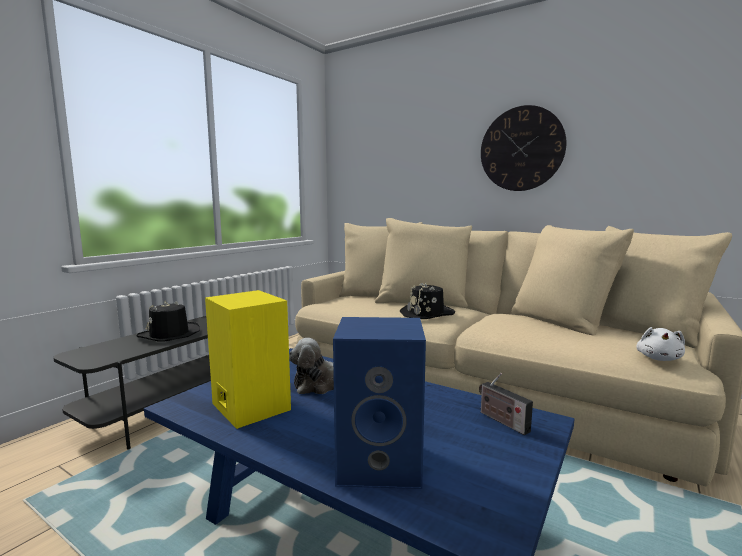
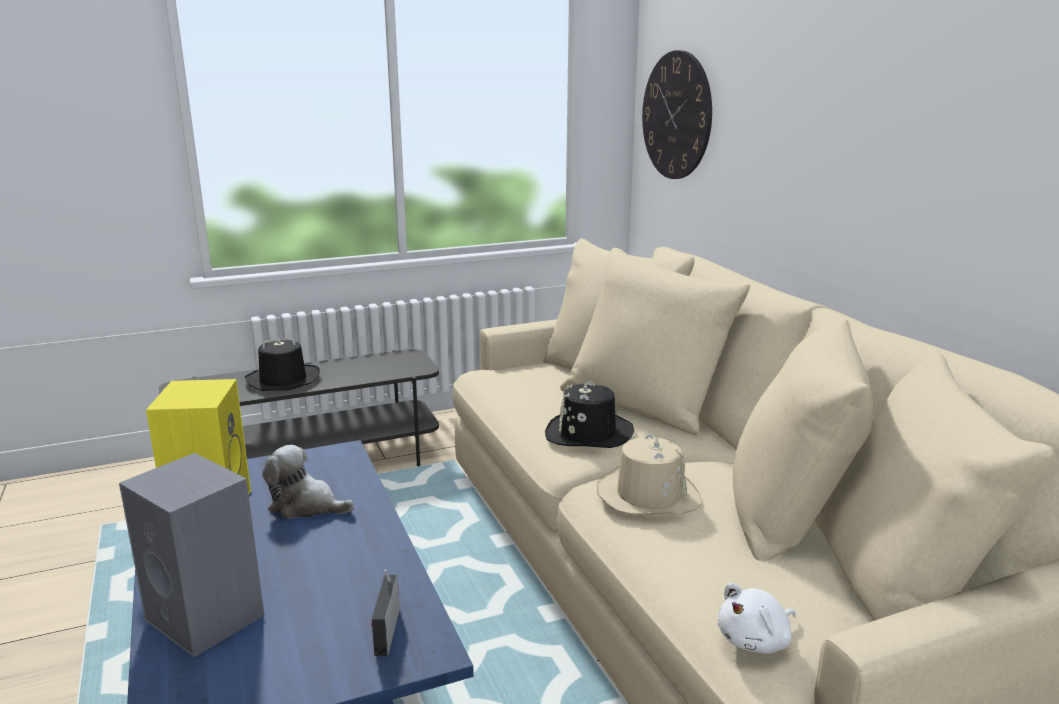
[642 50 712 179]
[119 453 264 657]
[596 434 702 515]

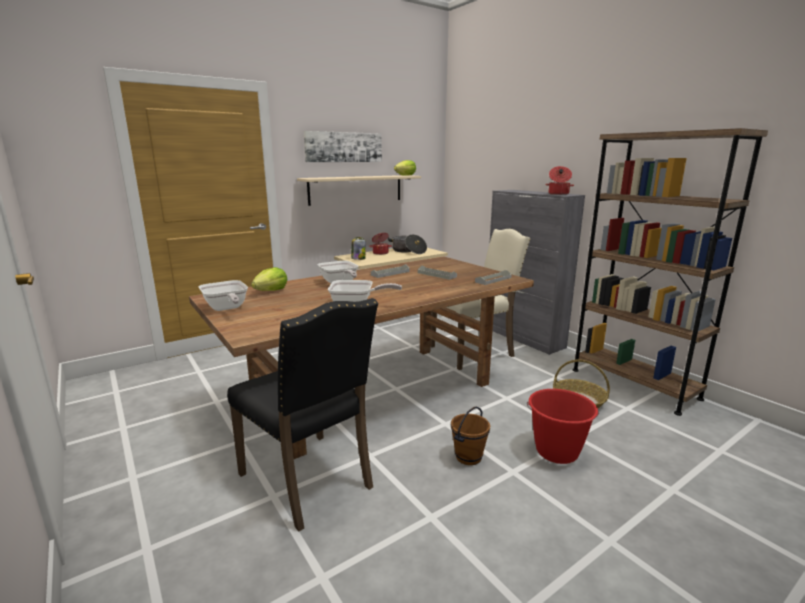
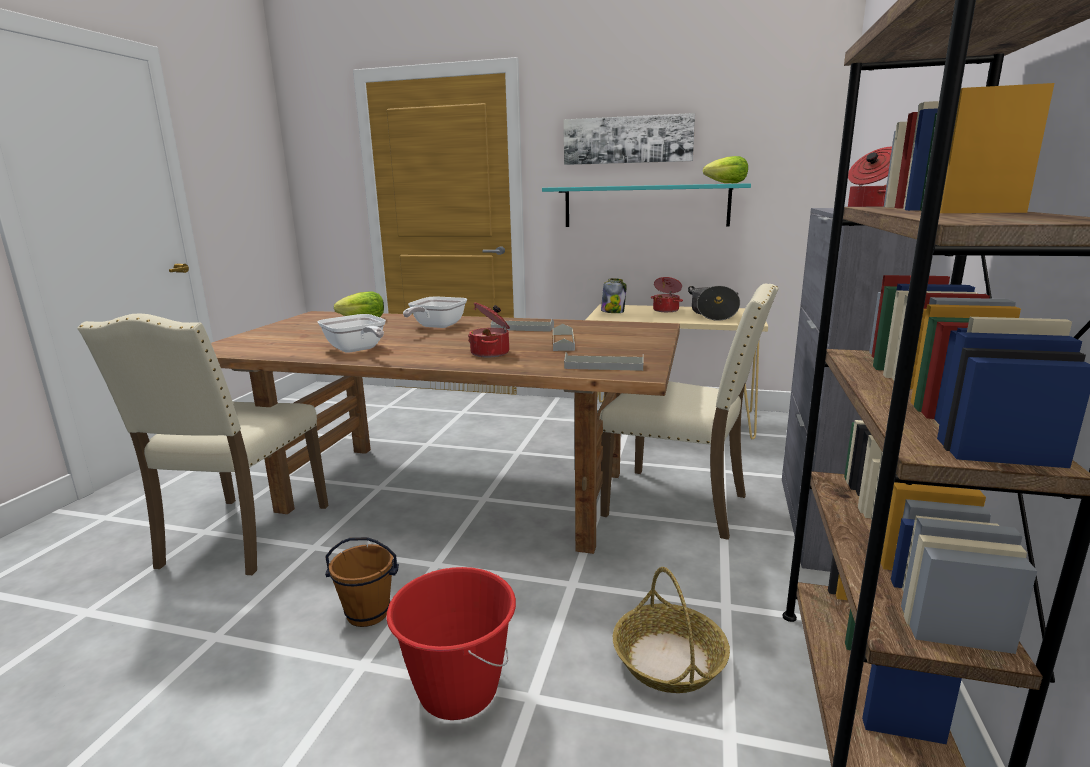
[542 183 751 227]
[199 280 248 311] (first image)
[77 314 329 575]
[468 302 510 358]

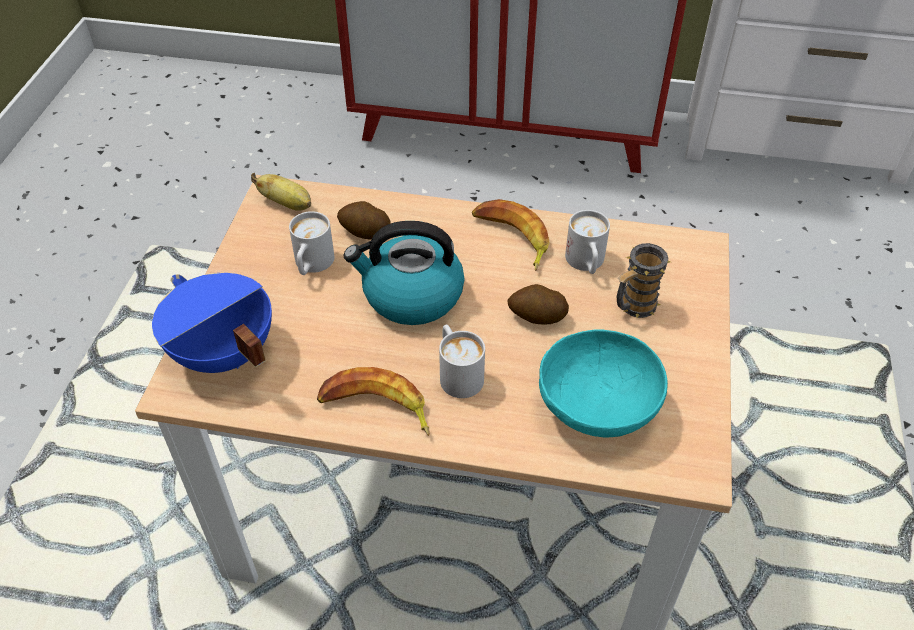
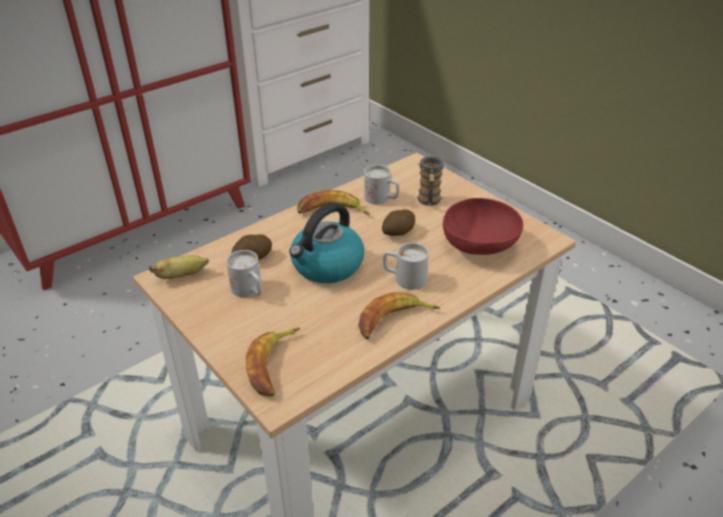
[246 328 300 397]
[443 198 523 255]

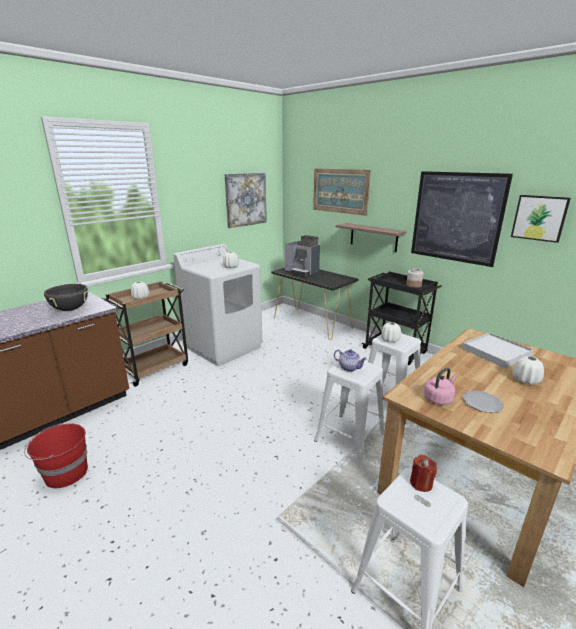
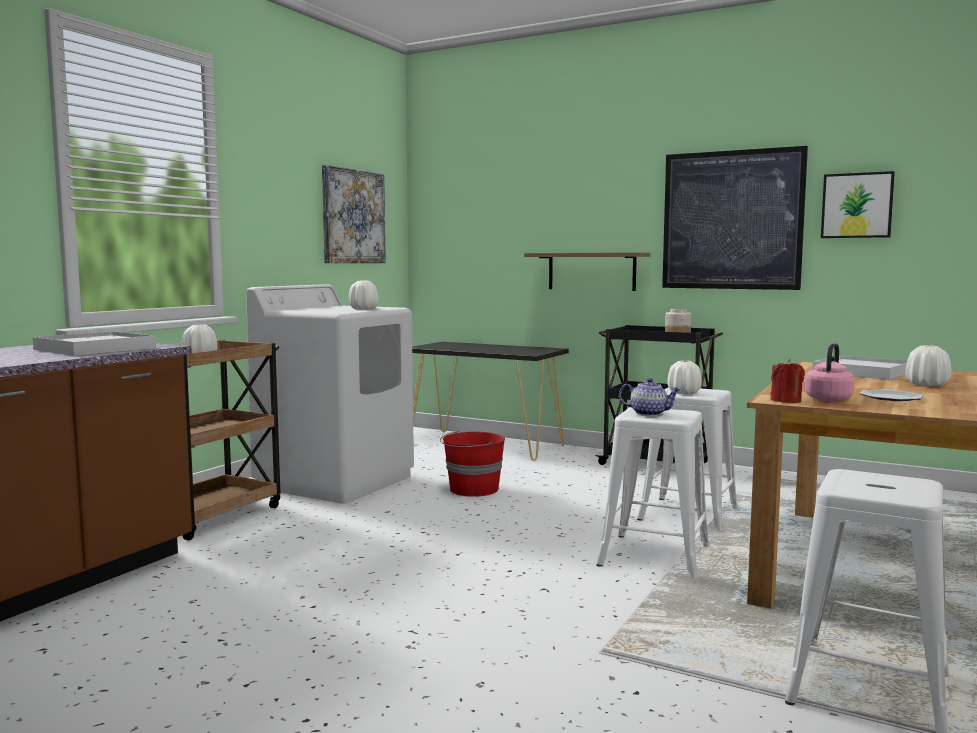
[313 168 371 216] (first image)
[285 235 320 278] (first image)
[33 331 156 356]
[440 431 505 497]
[770 359 805 403]

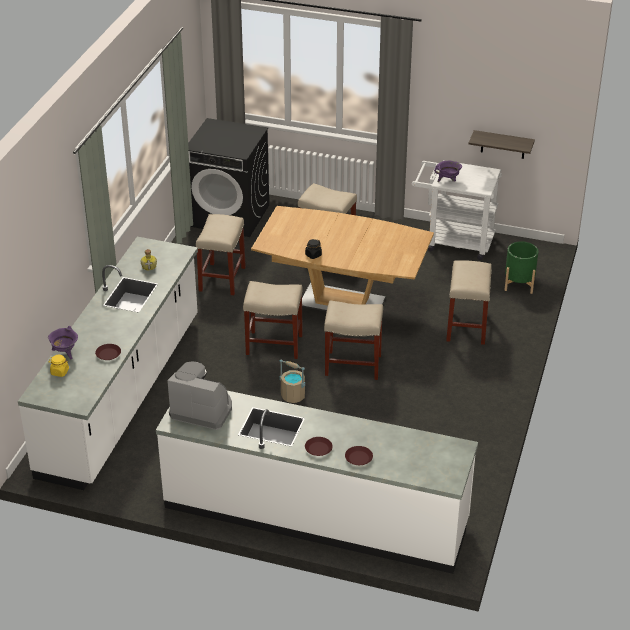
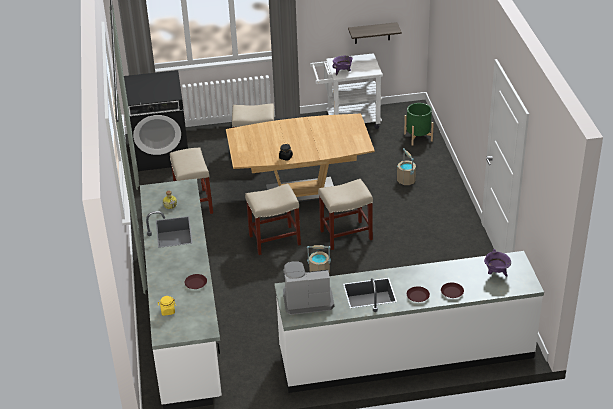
[397 148 416 185]
[484 249 511 277]

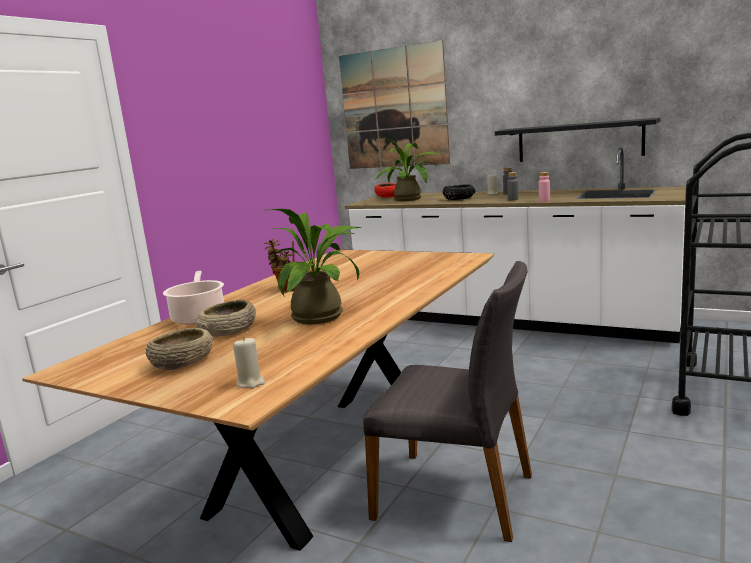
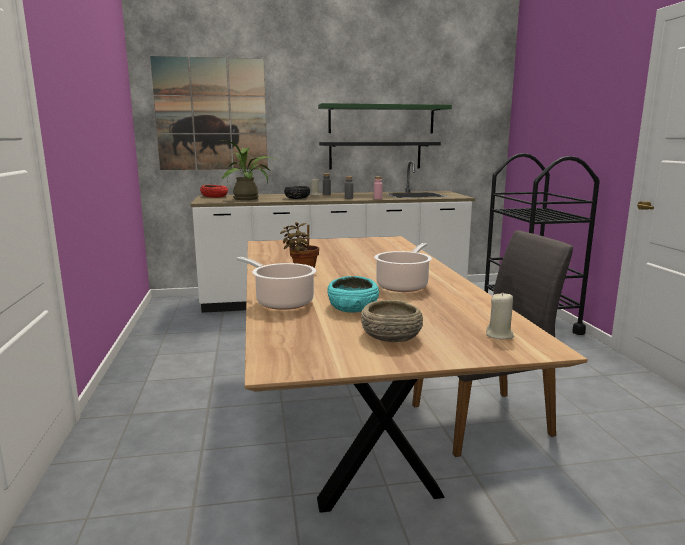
[374 243 432 292]
[327 276 379 313]
[318 103 452 133]

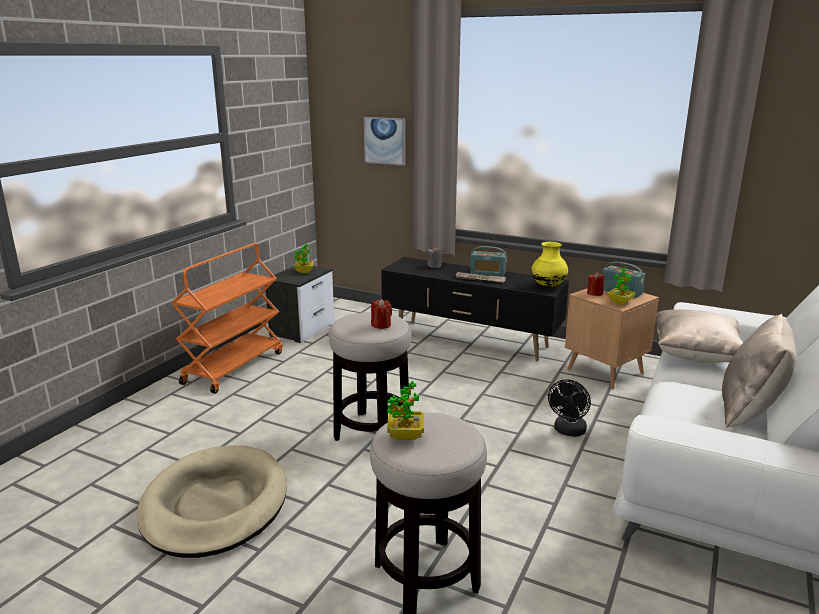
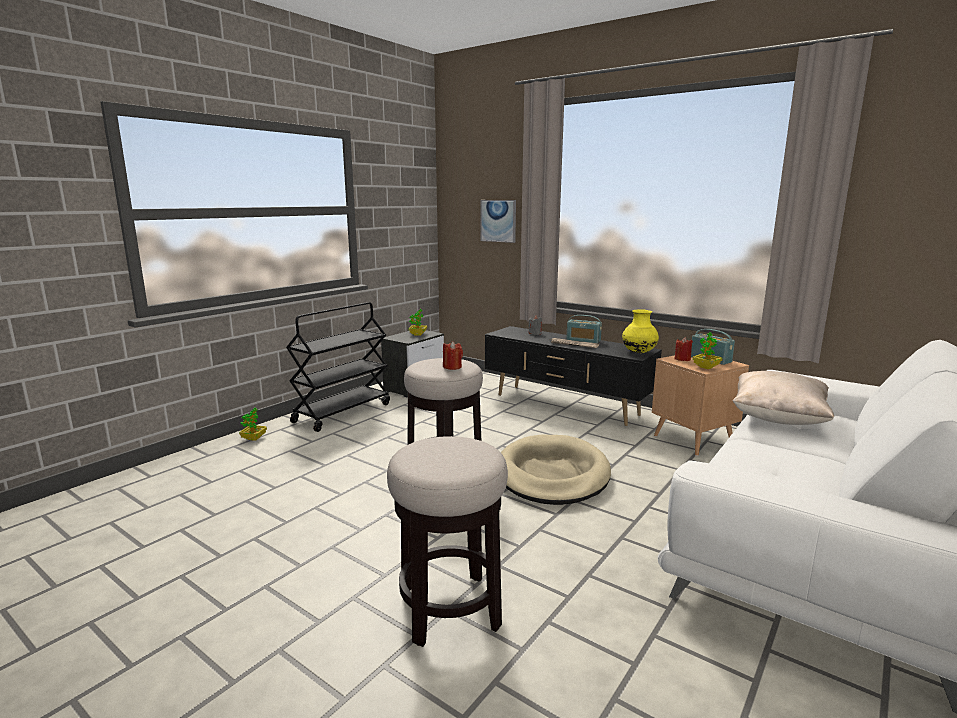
[286 302 390 432]
[722 314 796 428] (first image)
[548 379 591 437] (first image)
[239 407 267 441]
[501 435 611 505]

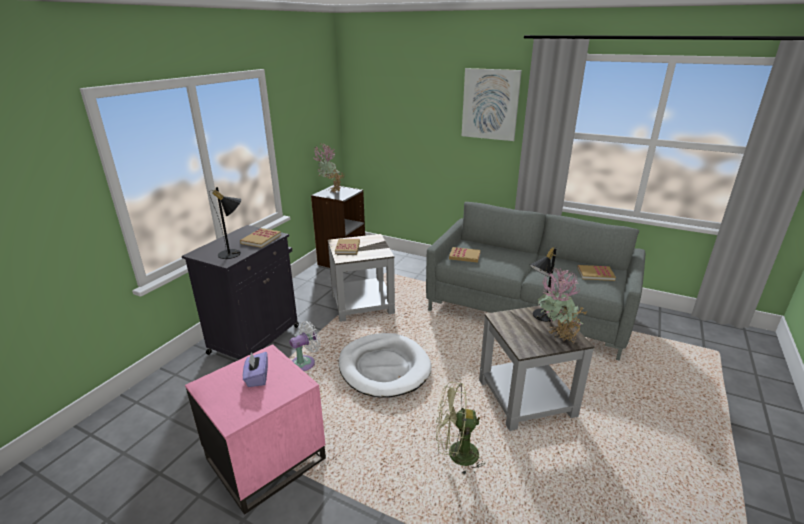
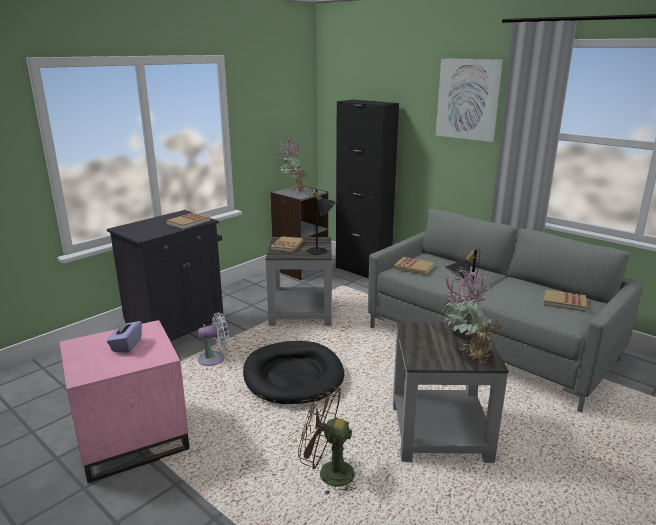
[307 189 336 255]
[243 341 344 404]
[298 385 357 496]
[336 100 399 278]

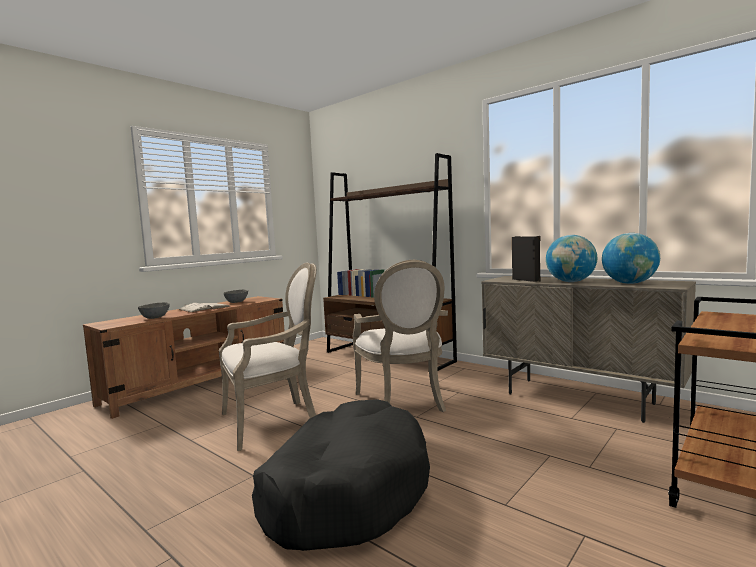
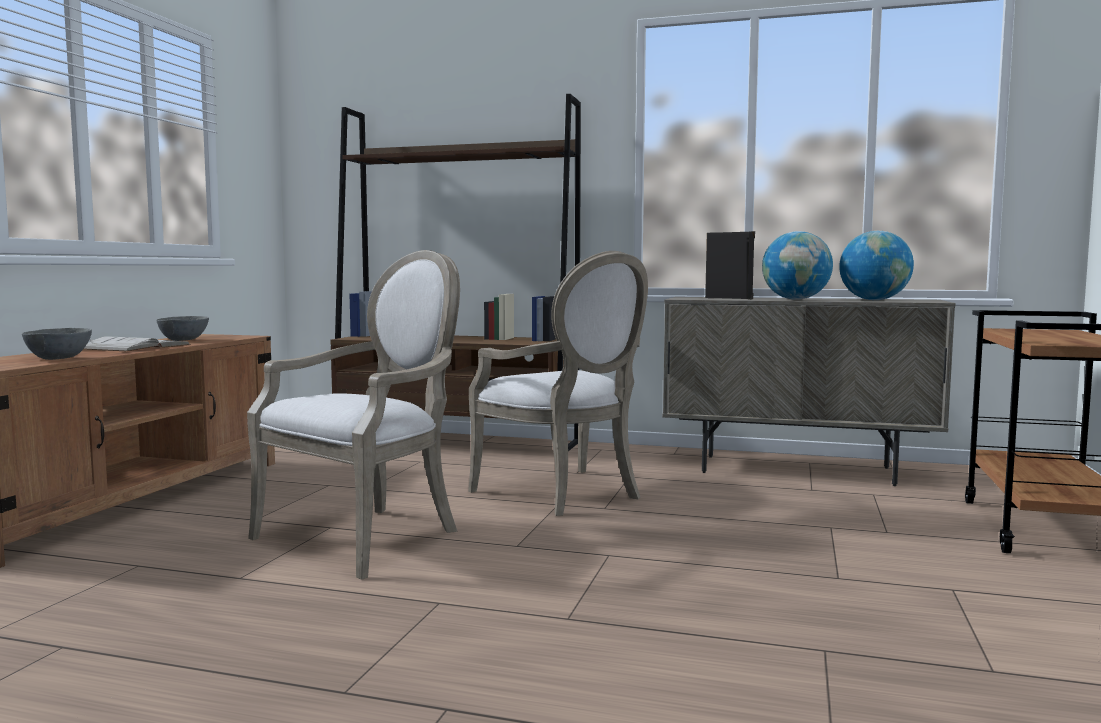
[252 399 430 551] (first image)

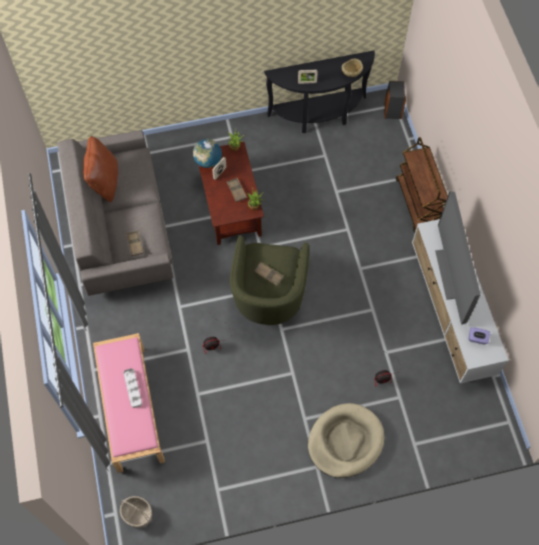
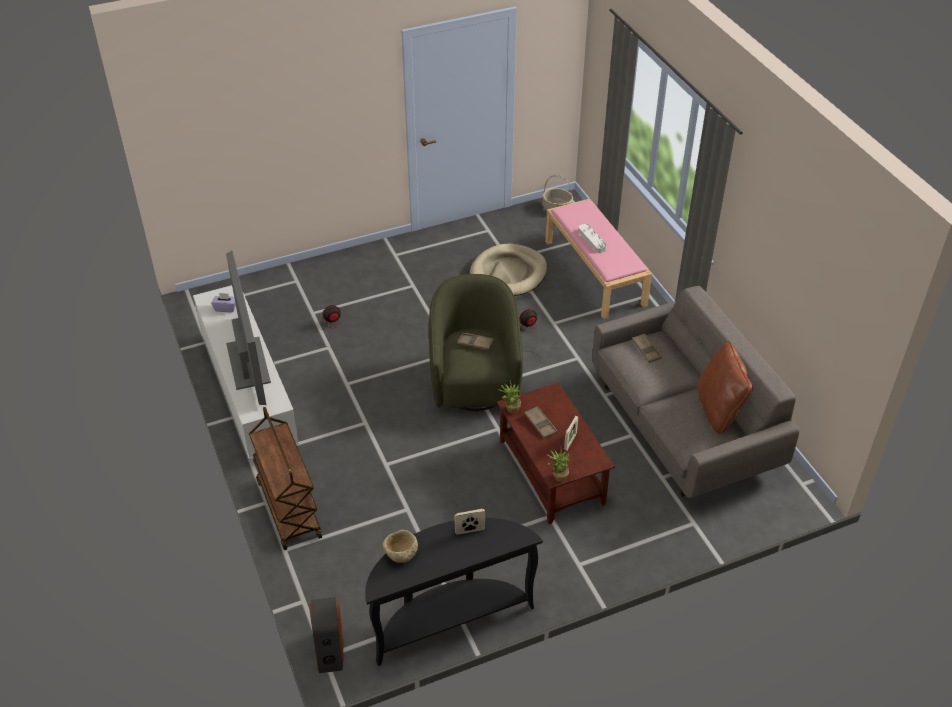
[193 139 222 168] (first image)
[470 244 547 296]

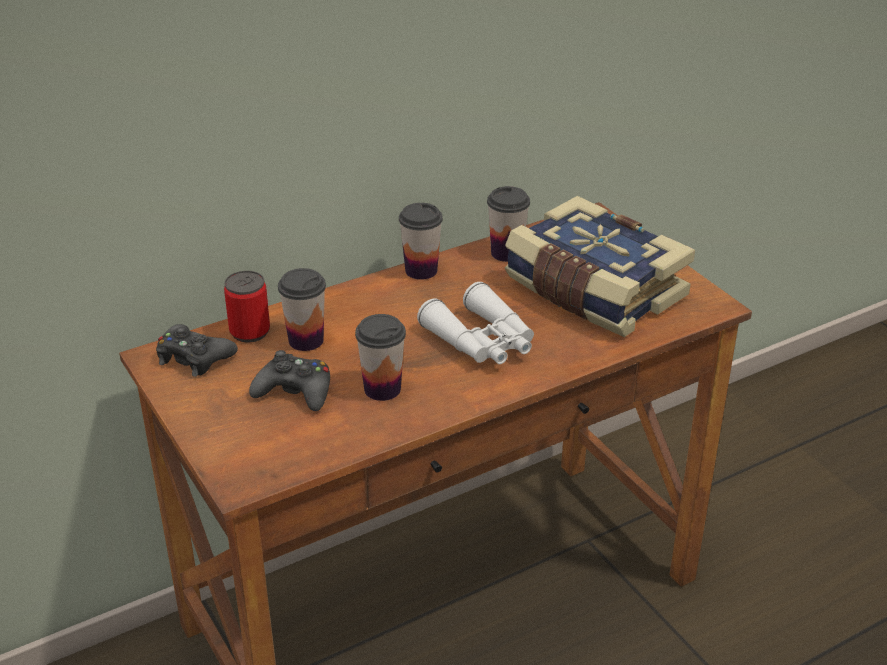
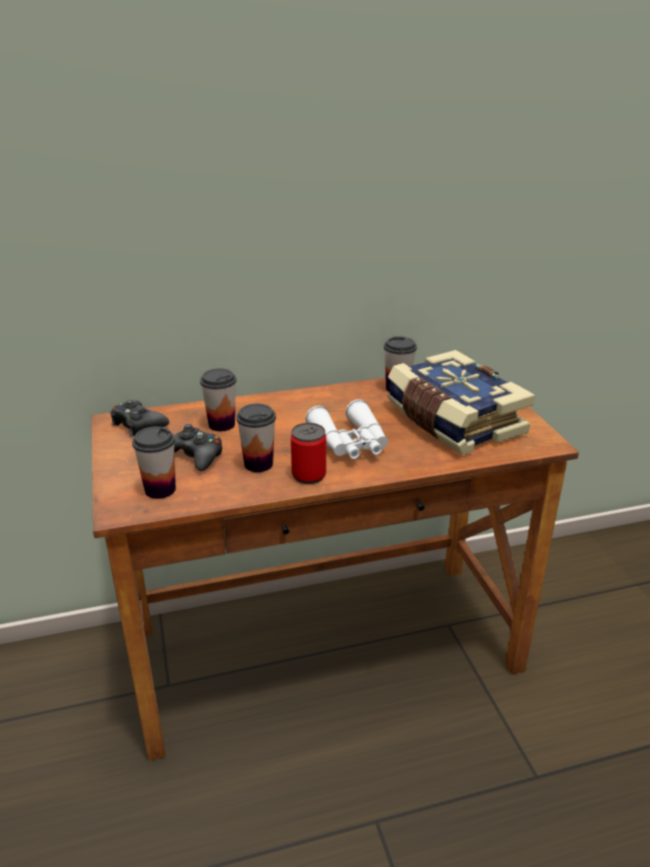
[132 426 176 499]
[291 423 326 484]

